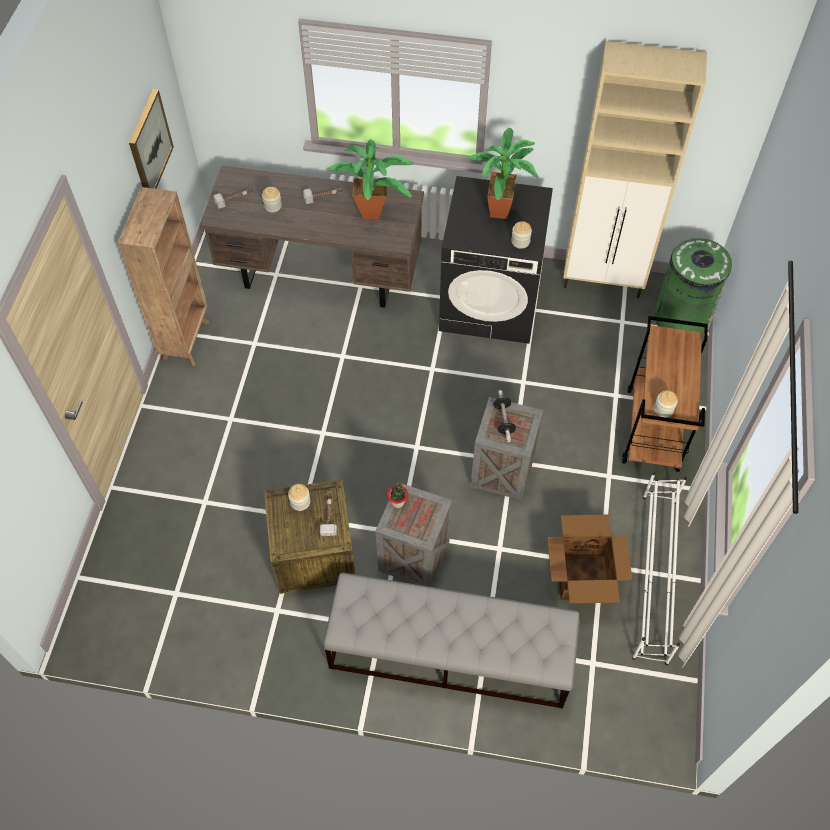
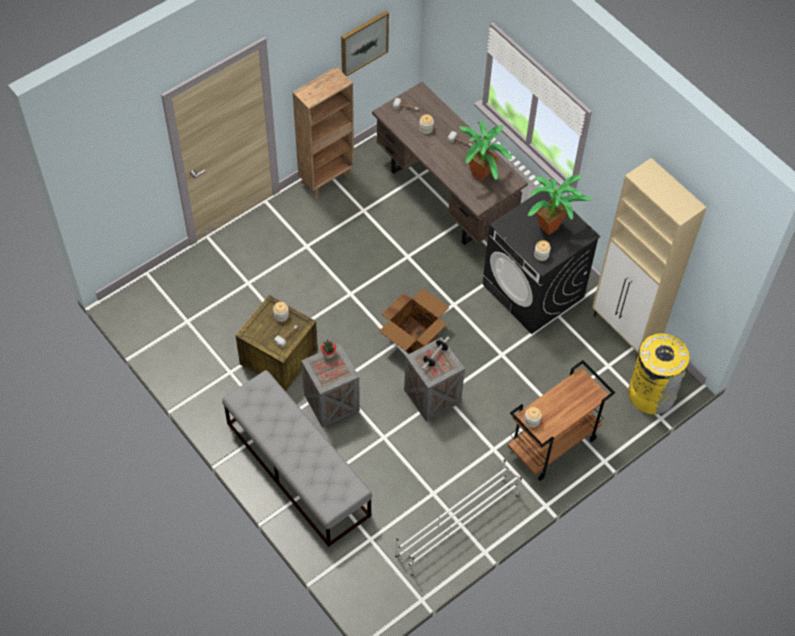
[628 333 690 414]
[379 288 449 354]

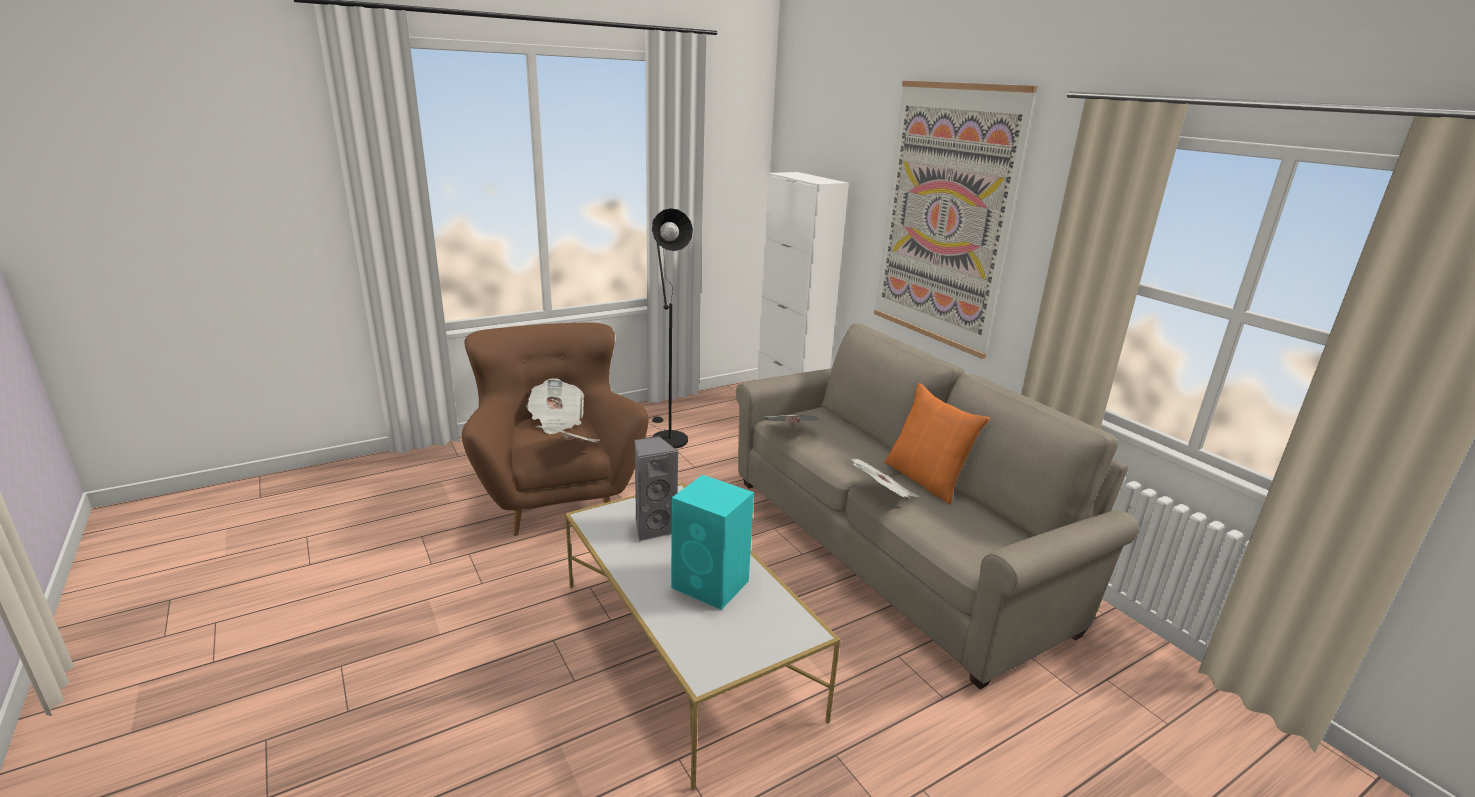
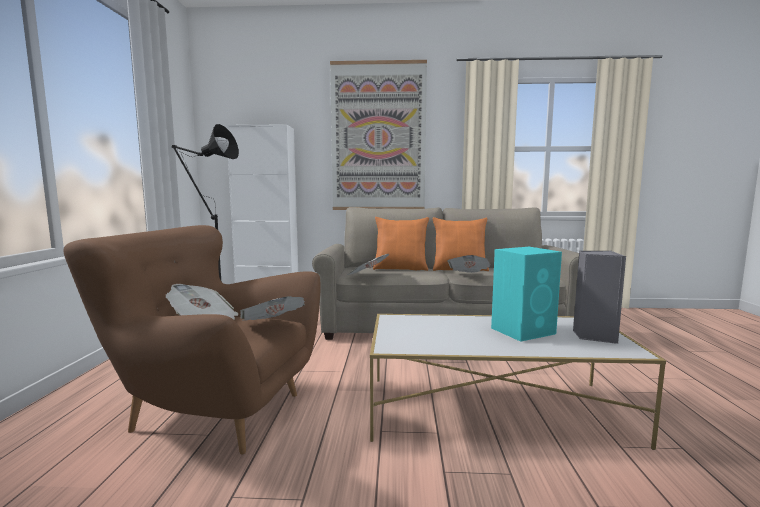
[573 251 626 344]
[373 217 429 271]

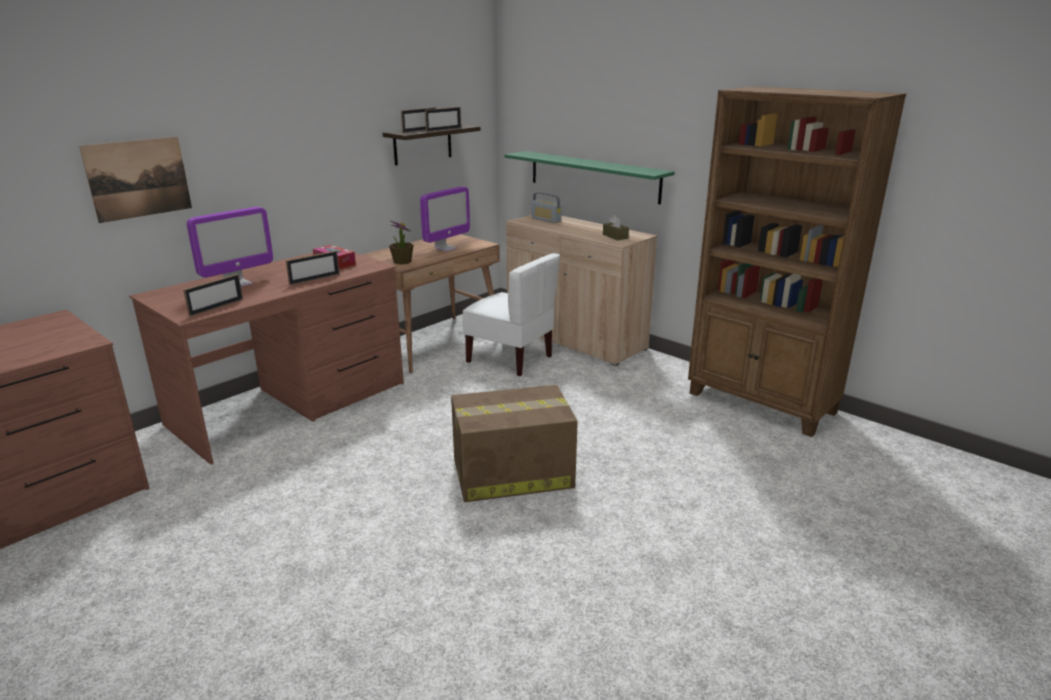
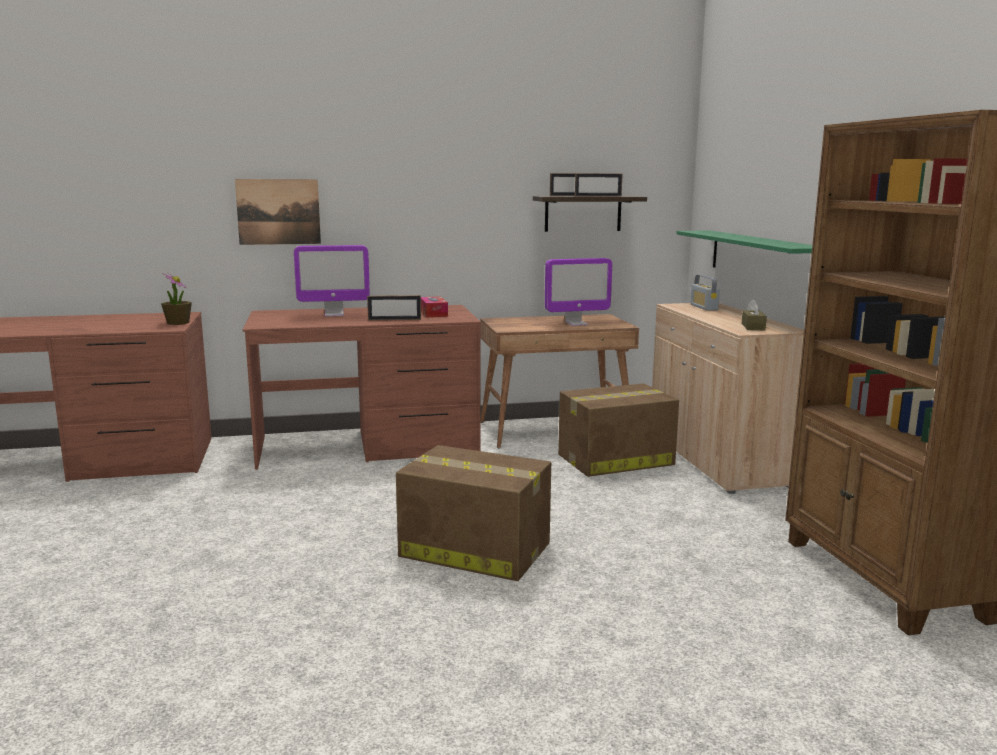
[161 273 192 325]
[558 383 679 477]
[183 274 243 317] (first image)

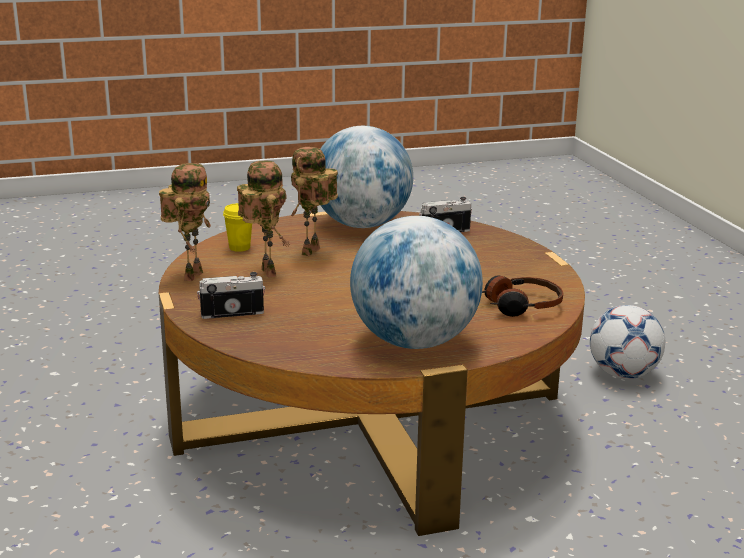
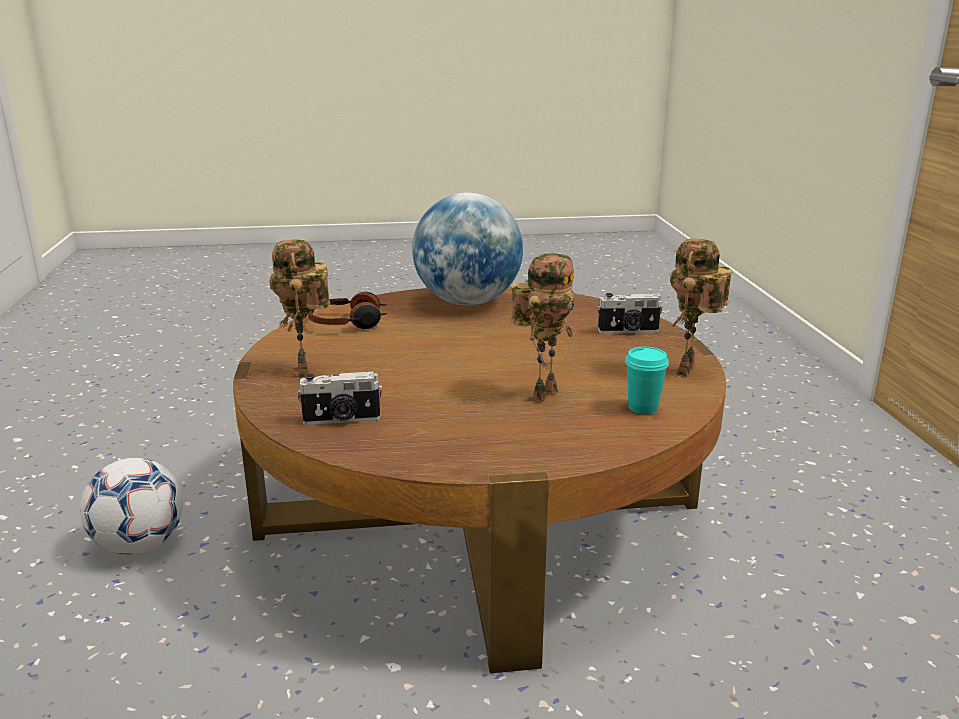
[320 126 413 228] (first image)
[269 240 330 378]
[625 347 669 414]

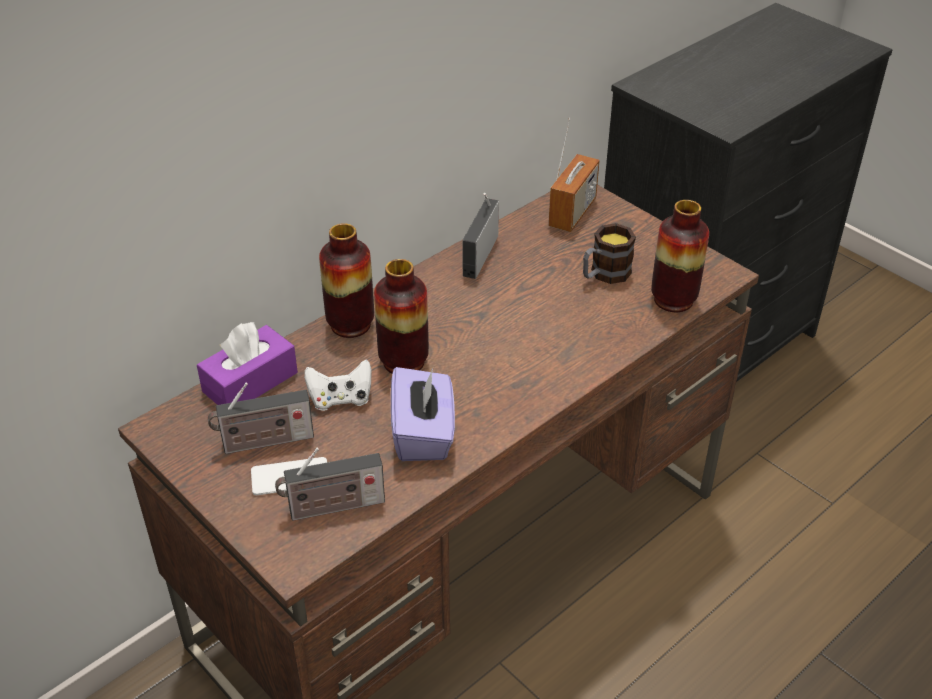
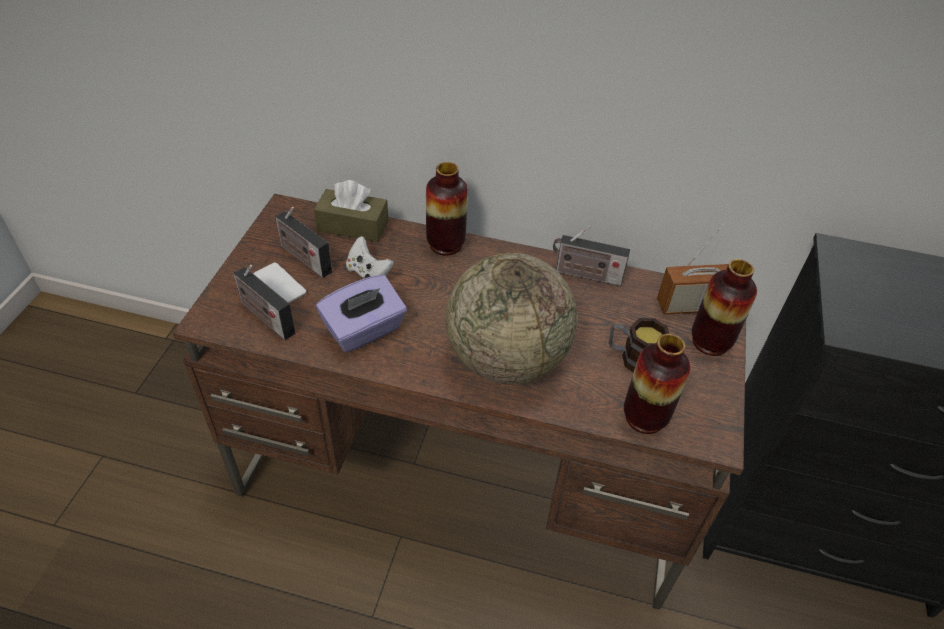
[553 226 630 286]
[692 259 757 356]
[314 180 388 242]
[446 253 577 384]

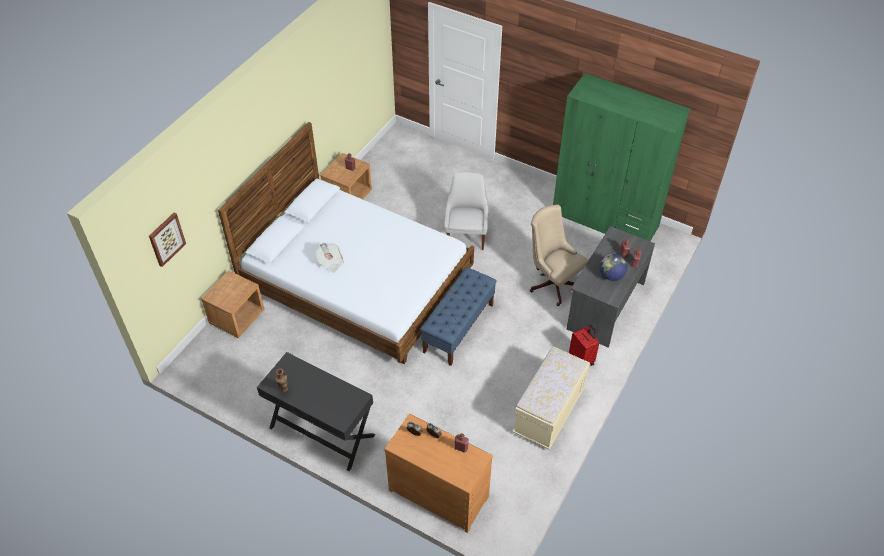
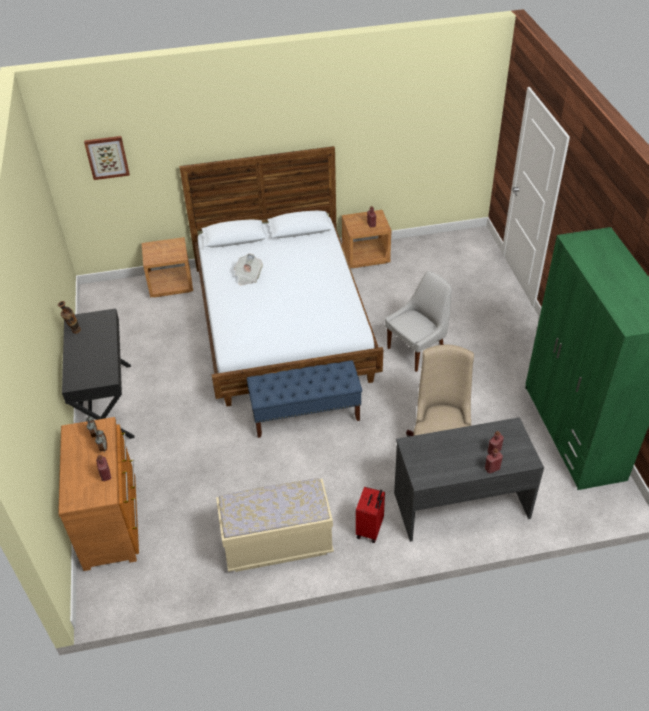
[600 254 627 281] (first image)

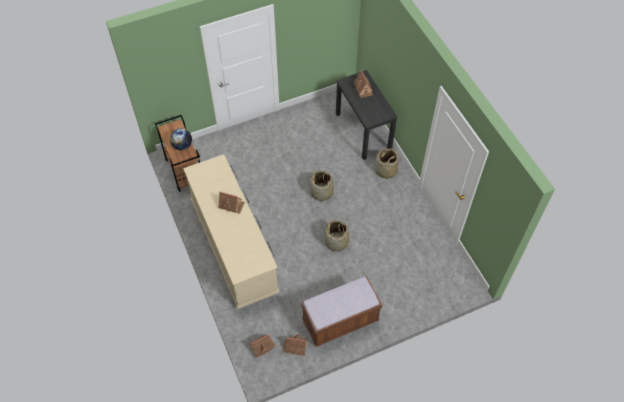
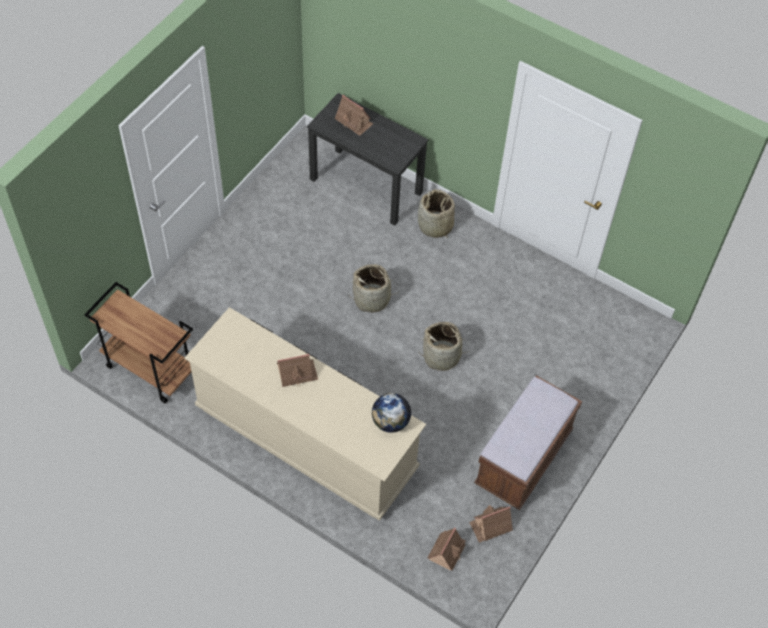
[372 393 411 433]

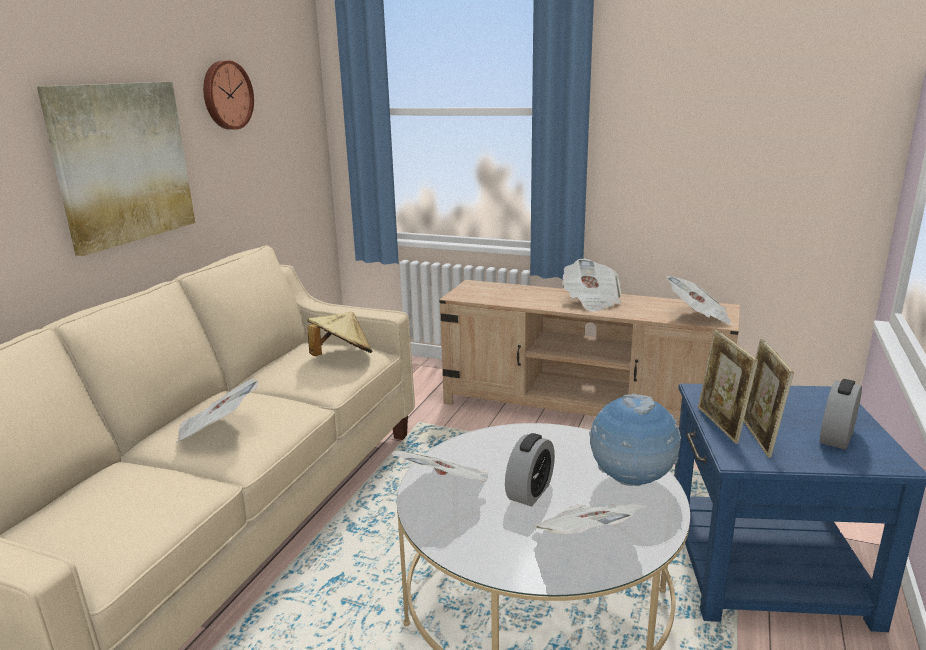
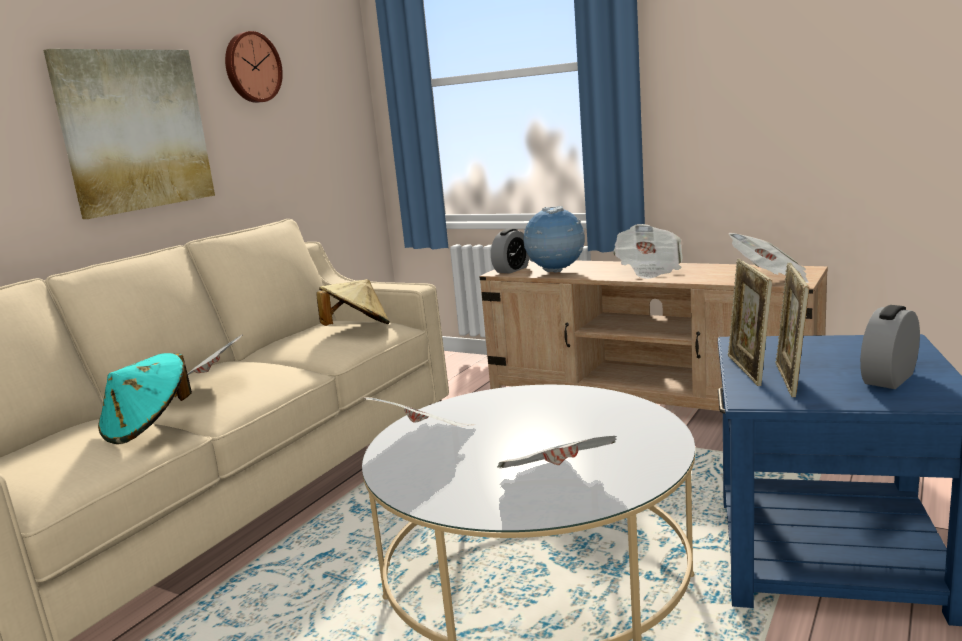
[523 206 585 273]
[491 229 530 274]
[98 353 192 444]

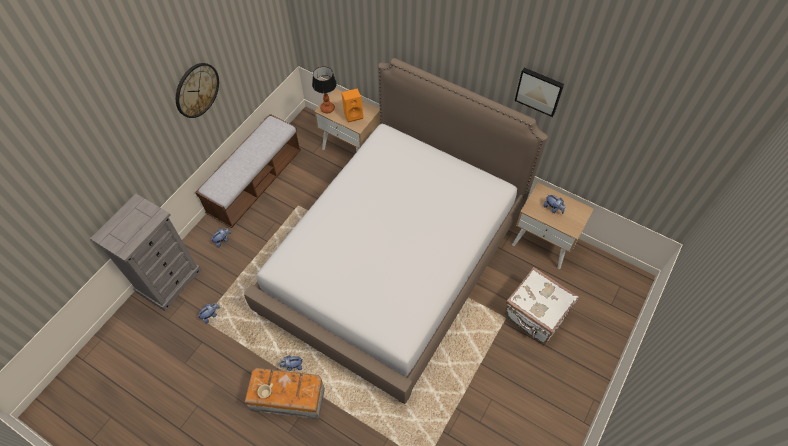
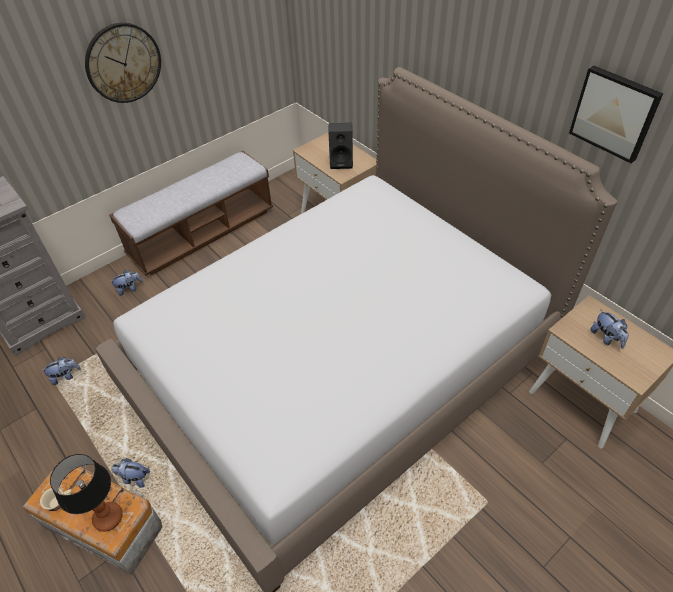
[50 454 123 532]
[329 123 353 169]
[503 267 579 345] (first image)

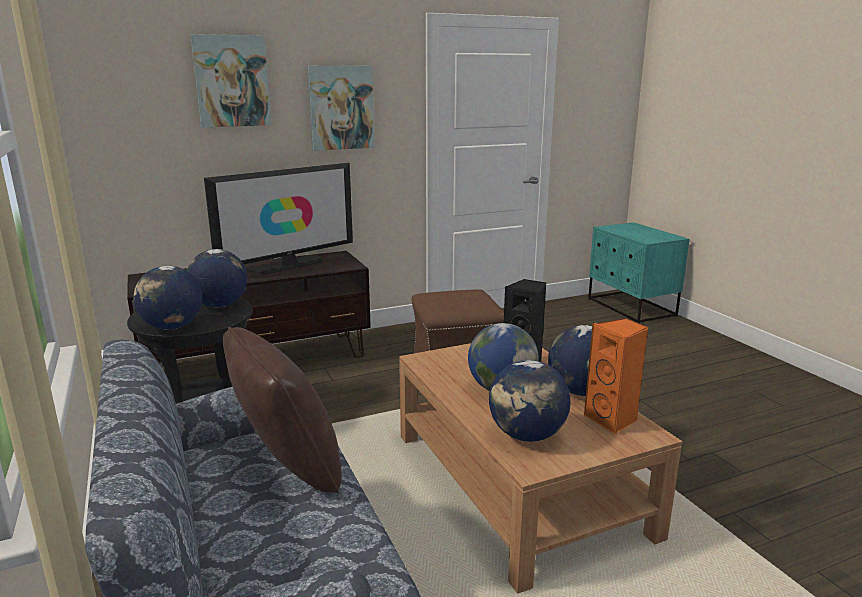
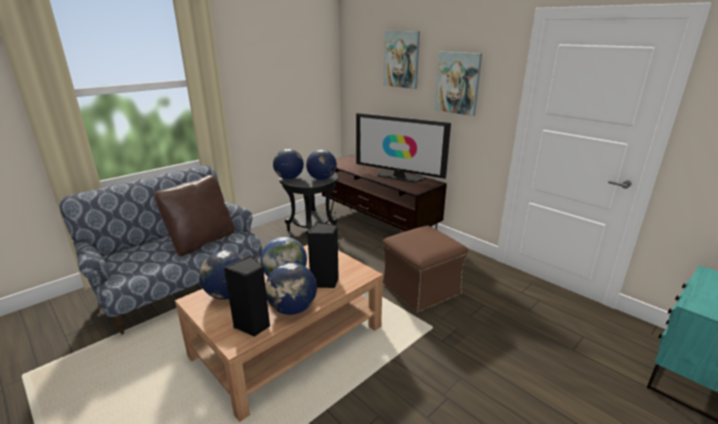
[224 255 270 337]

